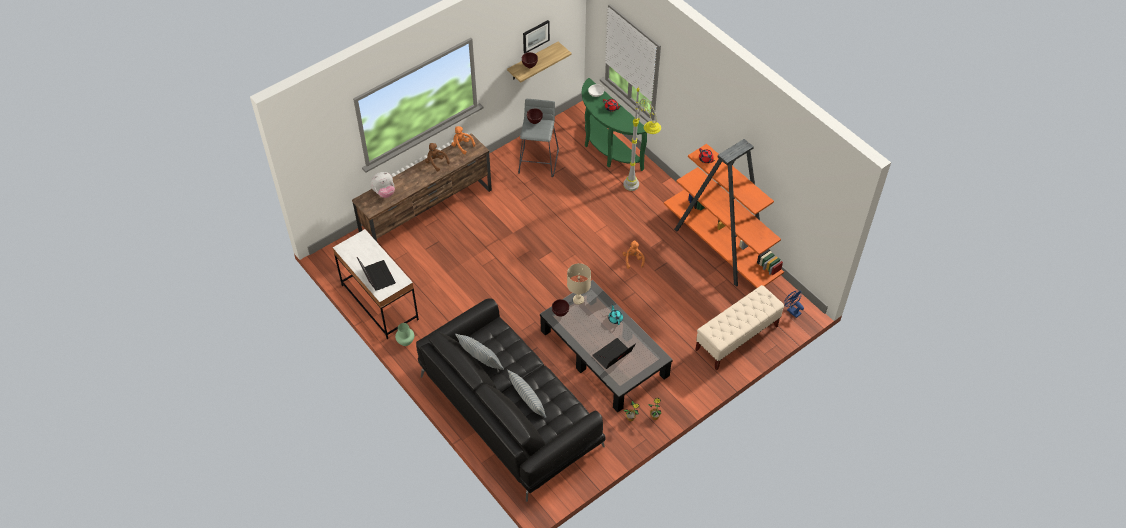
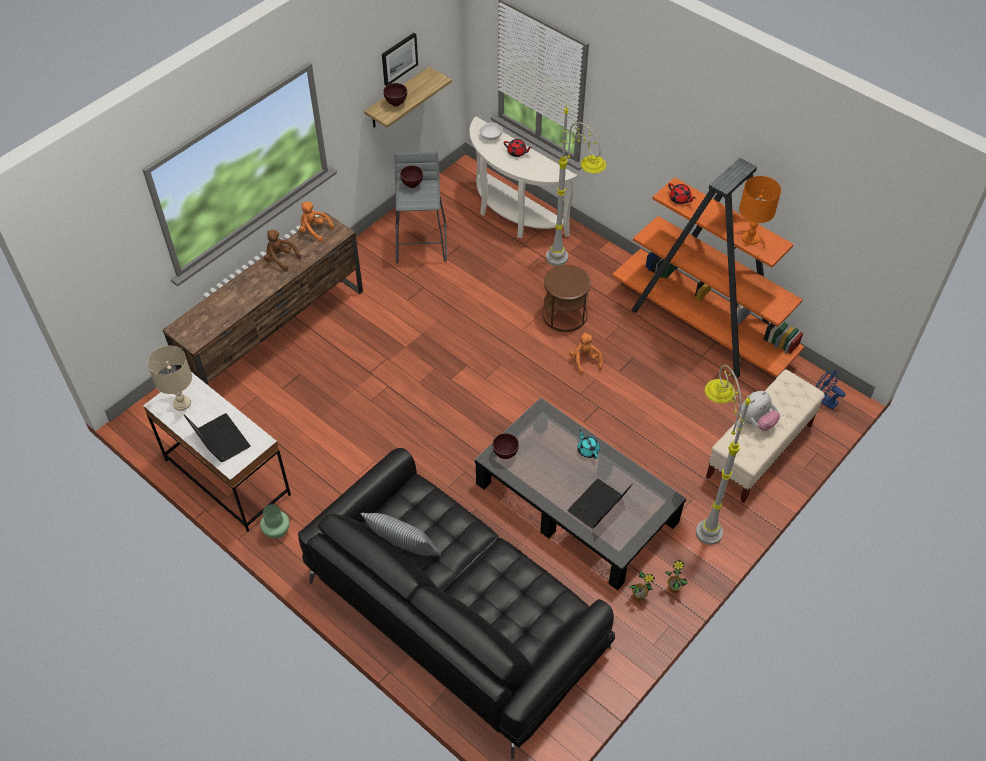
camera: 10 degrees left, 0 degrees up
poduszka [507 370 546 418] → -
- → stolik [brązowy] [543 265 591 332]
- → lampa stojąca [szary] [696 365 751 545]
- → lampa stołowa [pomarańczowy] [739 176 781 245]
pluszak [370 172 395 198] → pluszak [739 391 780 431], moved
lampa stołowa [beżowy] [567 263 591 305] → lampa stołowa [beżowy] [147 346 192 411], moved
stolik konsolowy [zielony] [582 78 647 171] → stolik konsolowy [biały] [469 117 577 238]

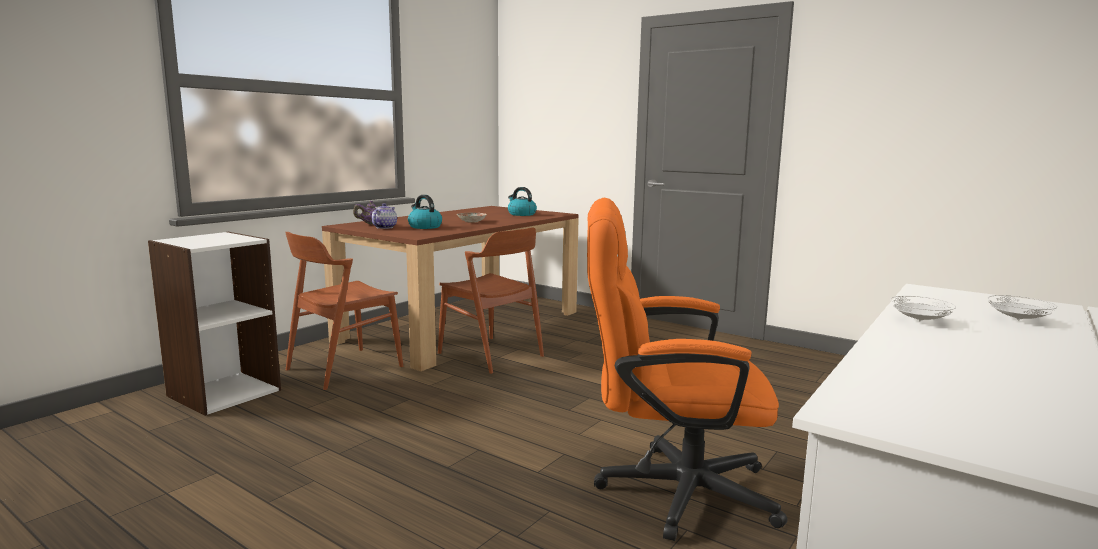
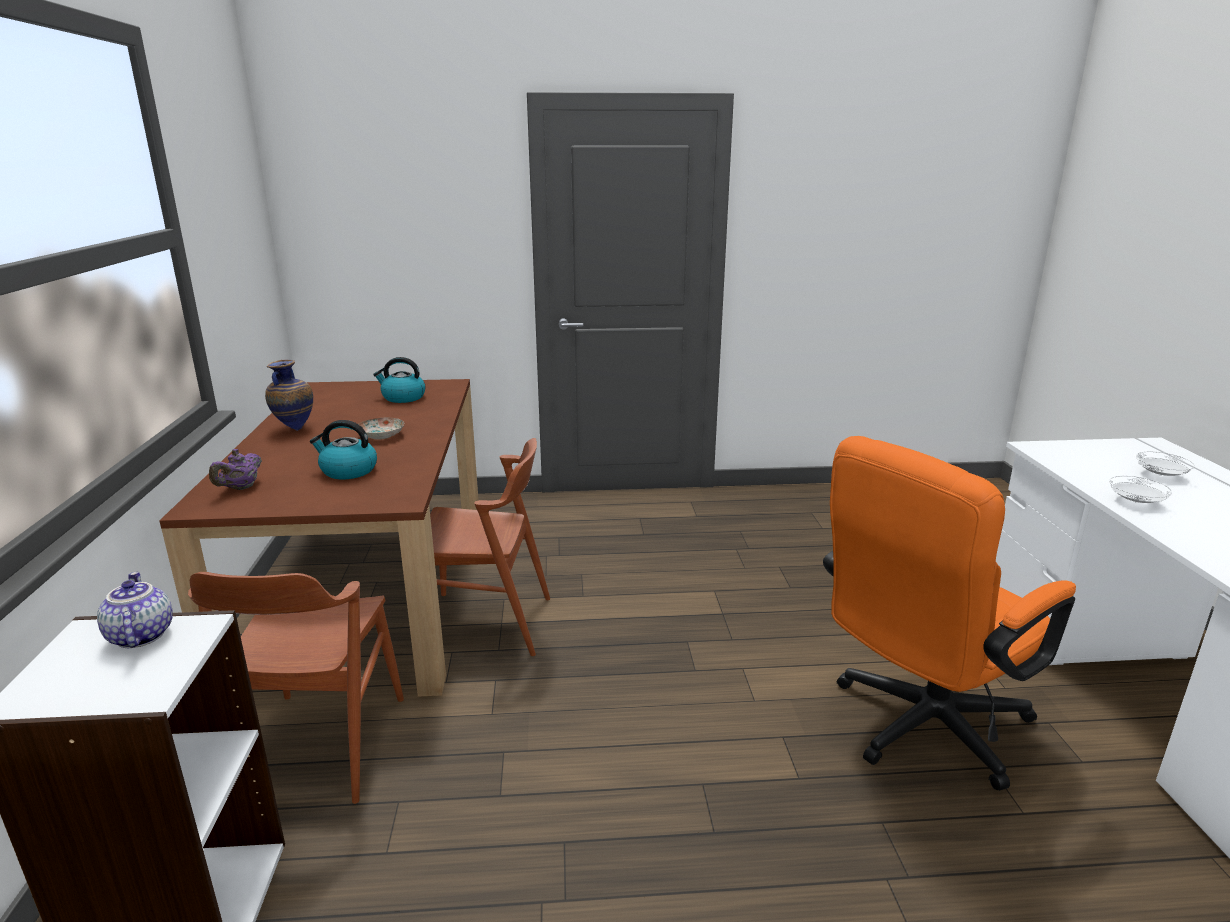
camera: 40 degrees left, 10 degrees up
- → wazon [265 360 313 431]
imbryk [372 203 397 229] → imbryk [97 572 173 648], moved

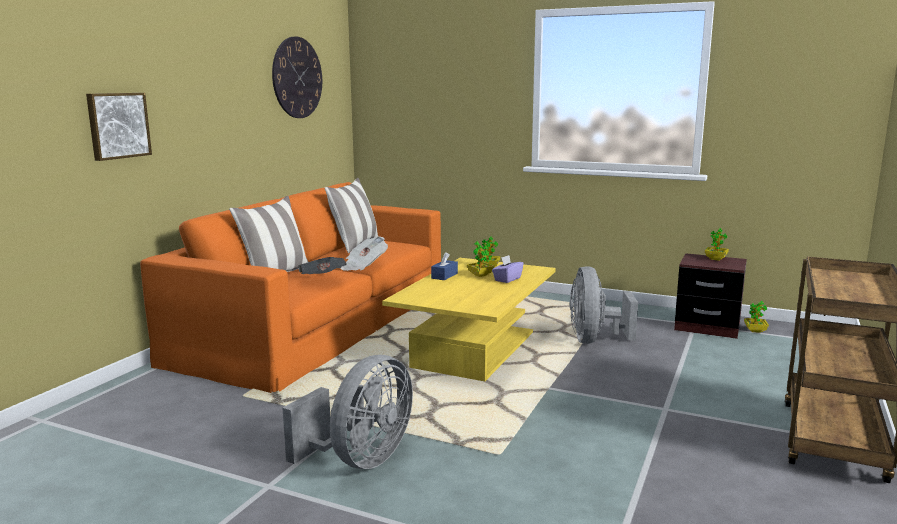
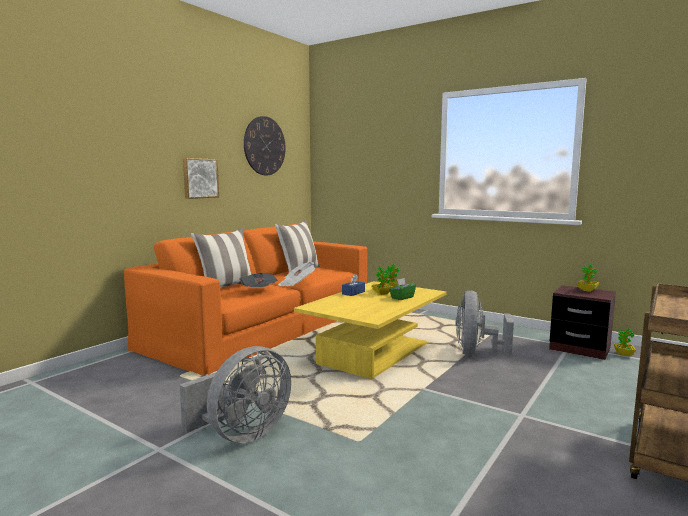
camera: 10 degrees right, 5 degrees down
obraz [86 93 152 161] → obraz [183 158 219 199], moved
pudełko chusteczek [fioletowy] [492 255 524 283] → pudełko chusteczek [zielony] [389 278 416 300]

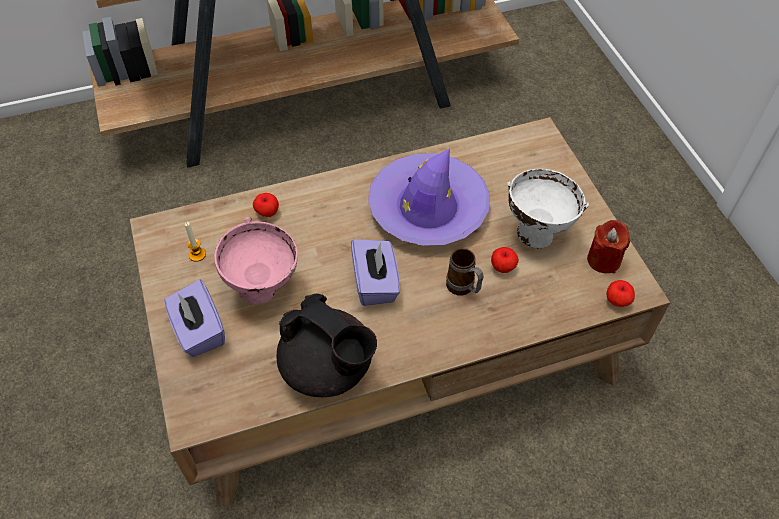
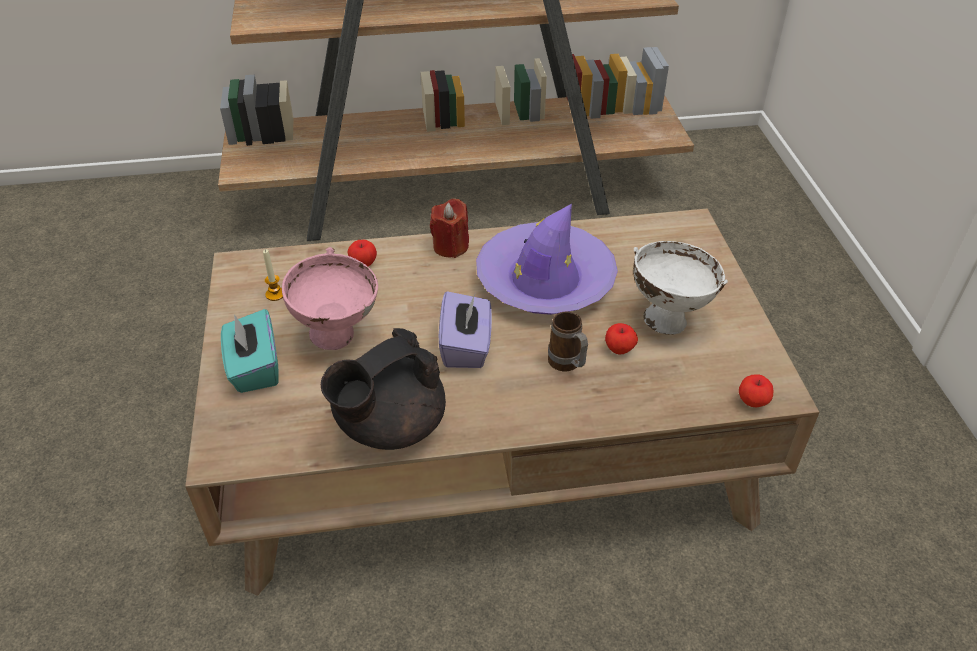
camera: 10 degrees right, 10 degrees down
świeca [czerwony] [587 220 630 274] → świeca [czerwony] [430 199 469 258], moved
pudełko chusteczek [fioletowy] [164 279 225 357] → pudełko chusteczek [turkusowy] [221 309 279 393]
imbryk [czarny] [276 294 377 397] → imbryk [czarny] [321 328 446 450], 90 degrees clockwise

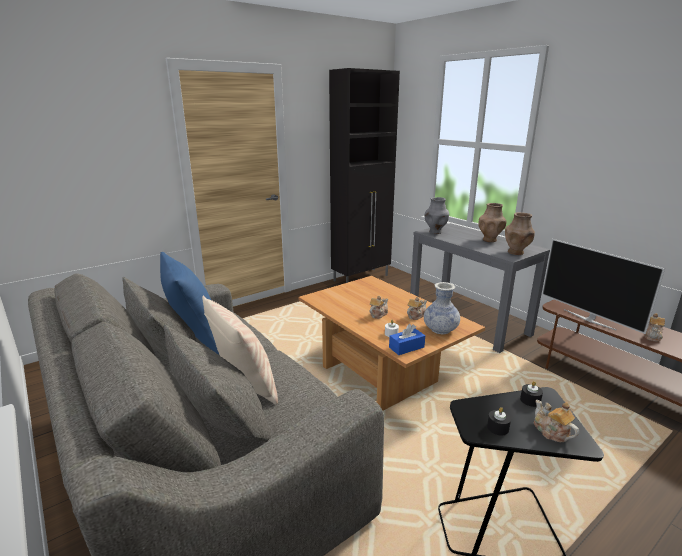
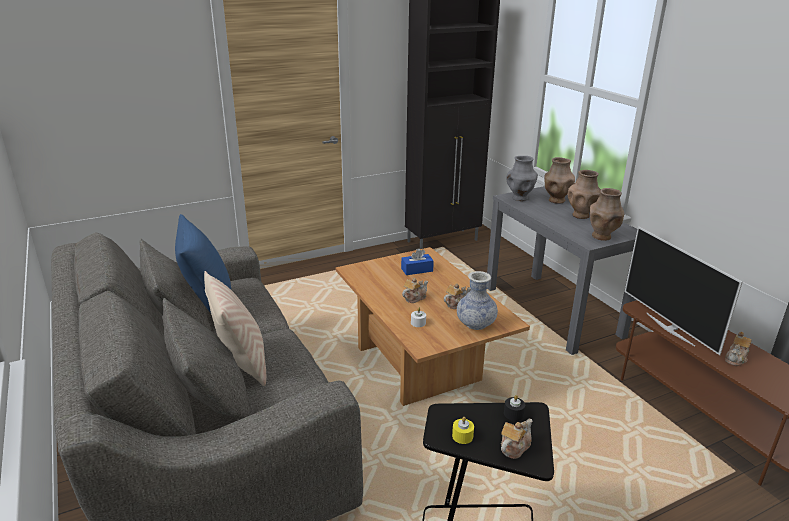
camera: 10 degrees right, 5 degrees up
- → wazon [brązowy] [544 157 575 204]
pudełko chusteczek [niebieski] [389 324 425 355] → pudełko chusteczek [niebieski] [401 248 434 275], moved
świeca [czarny] [487 407 511 435] → świeca [żółty] [452 417 474 444]
imbryk [534 400 579 442] → imbryk [501 419 532 459], 60 degrees clockwise

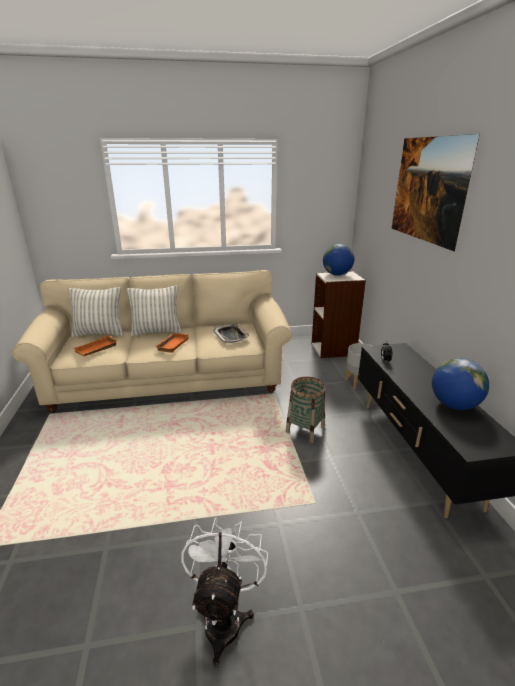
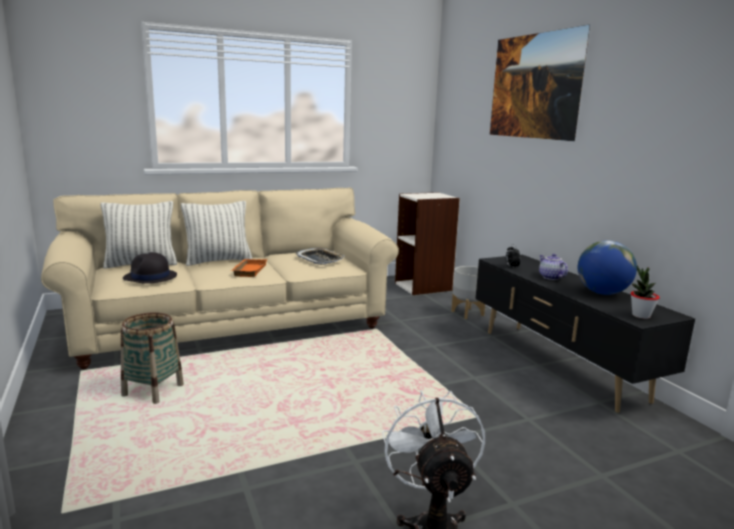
camera: 15 degrees left, 10 degrees down
globus [323 244 354 276] → -
- → imbryk [539 254 568 280]
- → roślina doniczkowa [631 265 660 319]
koszyk [286 377 325 443] → koszyk [121 313 184 404], moved
taca [pomarańczowy] [74 335 117 356] → kapelusz [czarny] [123 252 177 284]

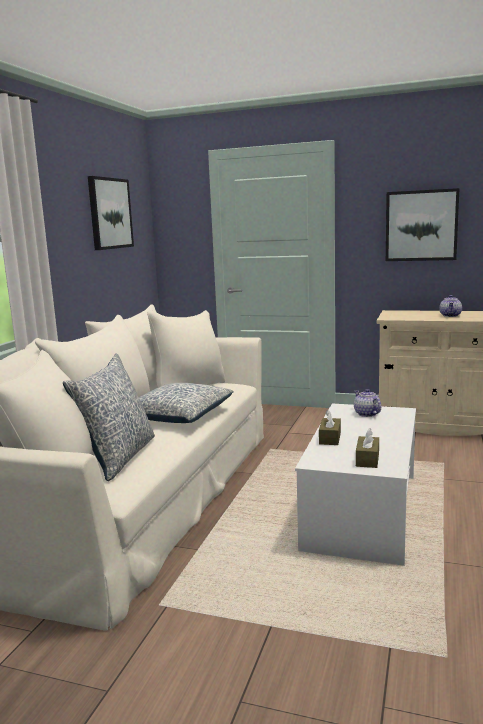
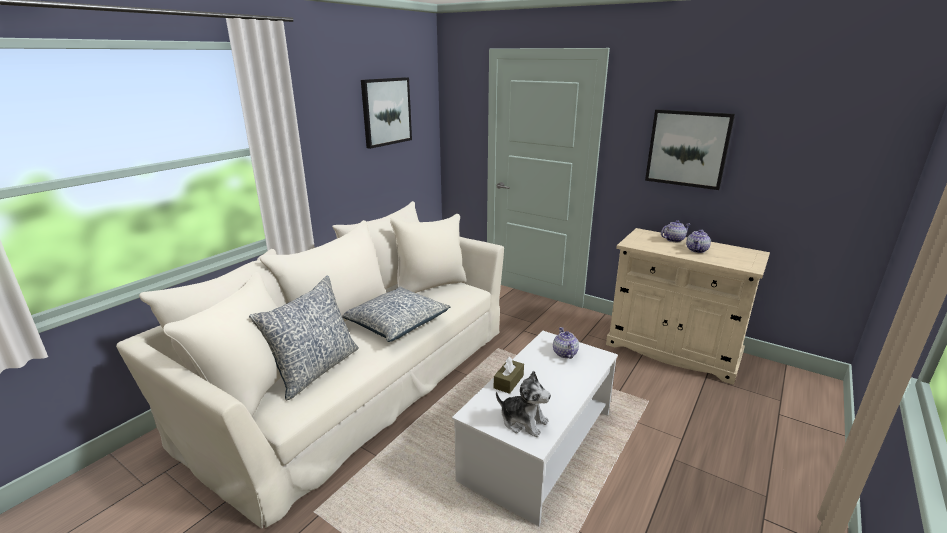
camera: 15 degrees right, 10 degrees up
- → imbryk [661 220 690 242]
pudełko chusteczek [brązowy] [356 428 379 468] → pluszak [496 371 551 437]

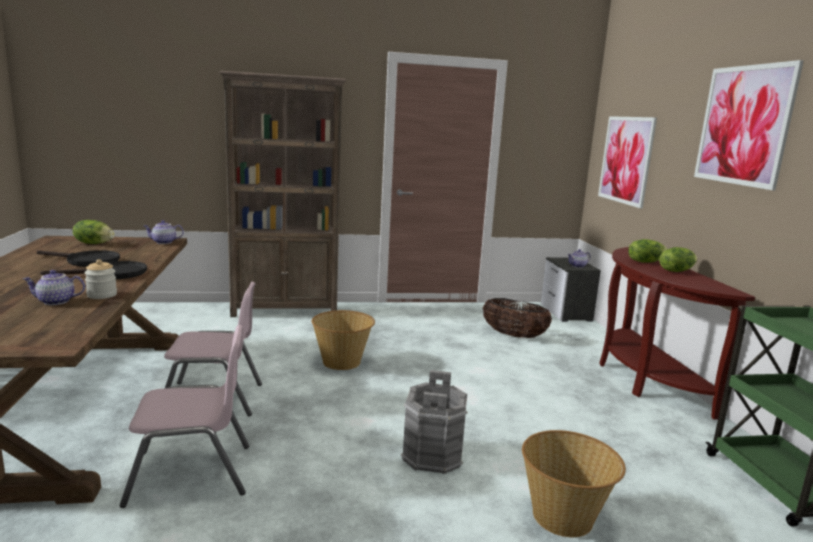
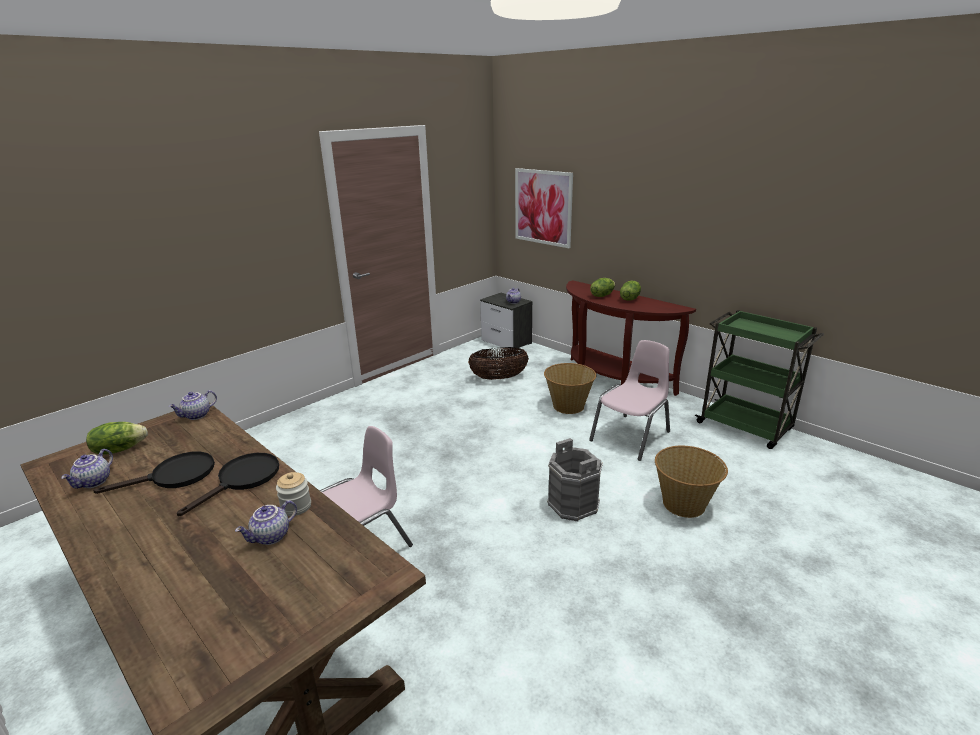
camera: 35 degrees left, 10 degrees up
regał [brązowy] [219 71 346 317] → -
obraz [694 60 804 190] → -
- → imbryk [61 449 113 489]
krzesło [różowy] [120 325 249 508] → krzesło [różowy] [589 340 670 461], moved
koszyk [312 310 375 370] → koszyk [544 363 596 414], moved

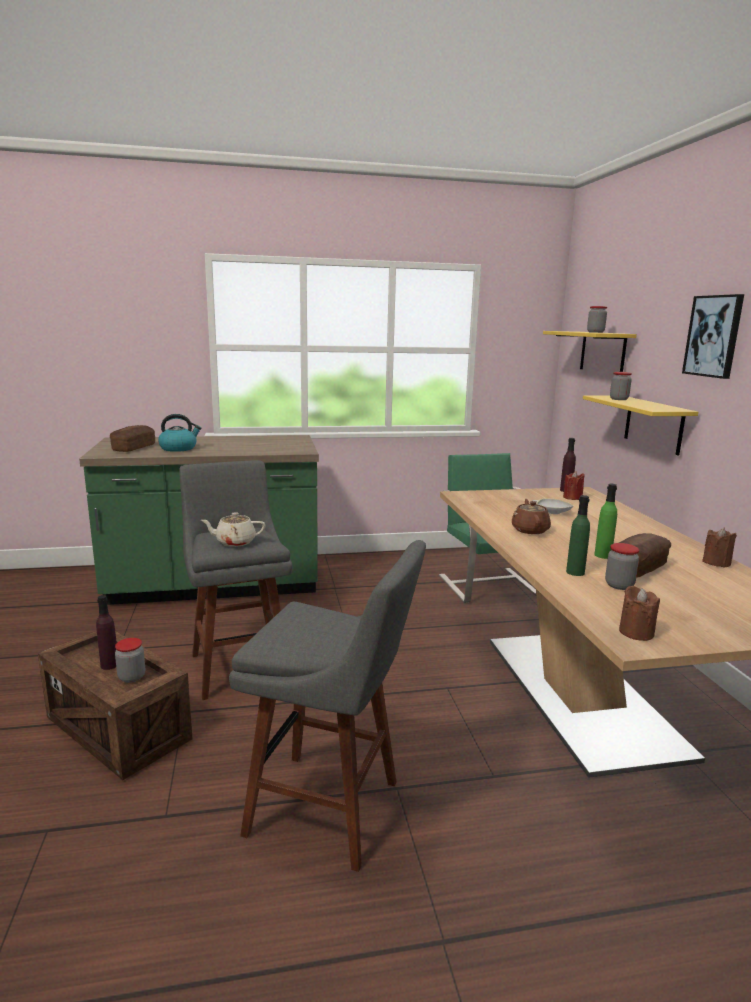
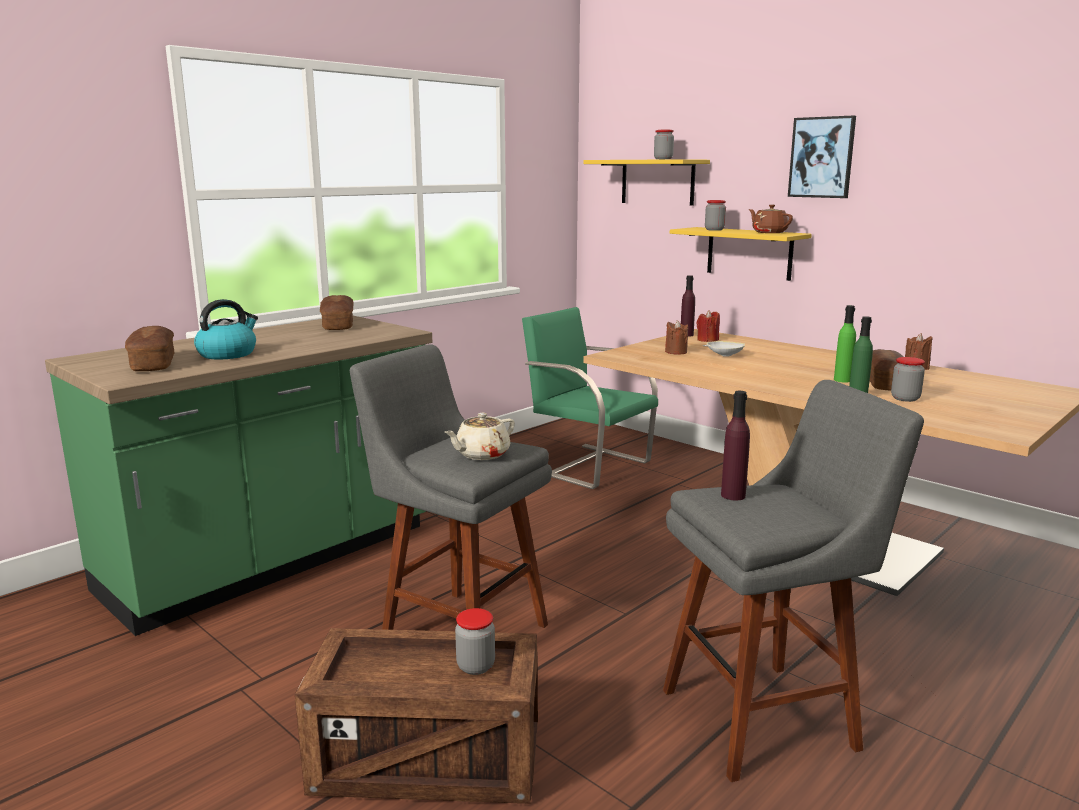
camera: 35 degrees left, 0 degrees up
- → chleb [320 295 354 330]
butelka [fioletowy] [96 595 117 670] → butelka [fioletowy] [721 391 750 500], moved
imbryk [brązowy] [512 499 551 534] → imbryk [brązowy] [749 205 793 233], moved
świeca [brązowy] [619 586 660 641] → świeca [brązowy] [665 320 688 355], moved

